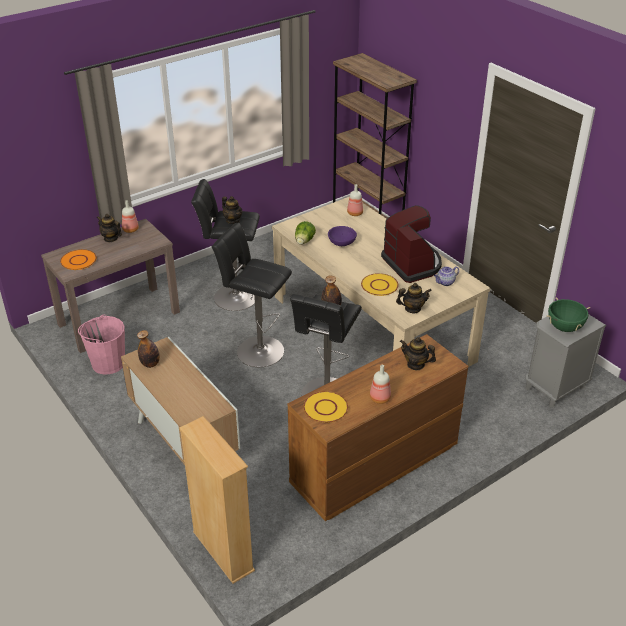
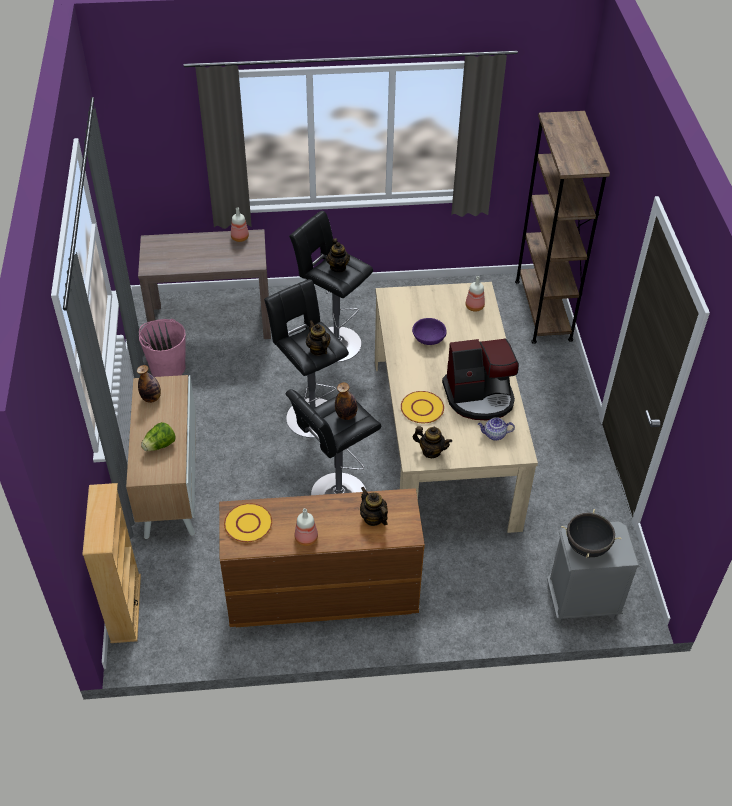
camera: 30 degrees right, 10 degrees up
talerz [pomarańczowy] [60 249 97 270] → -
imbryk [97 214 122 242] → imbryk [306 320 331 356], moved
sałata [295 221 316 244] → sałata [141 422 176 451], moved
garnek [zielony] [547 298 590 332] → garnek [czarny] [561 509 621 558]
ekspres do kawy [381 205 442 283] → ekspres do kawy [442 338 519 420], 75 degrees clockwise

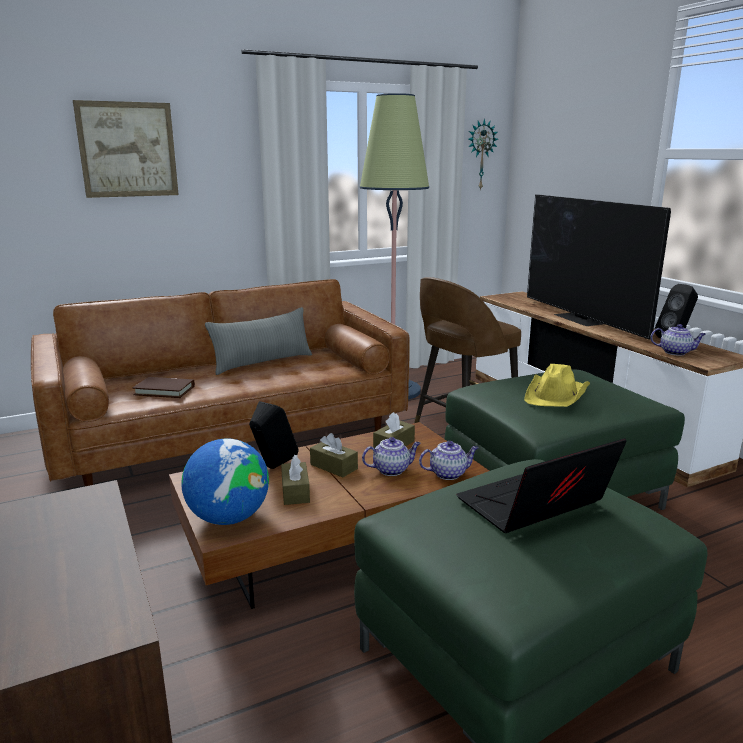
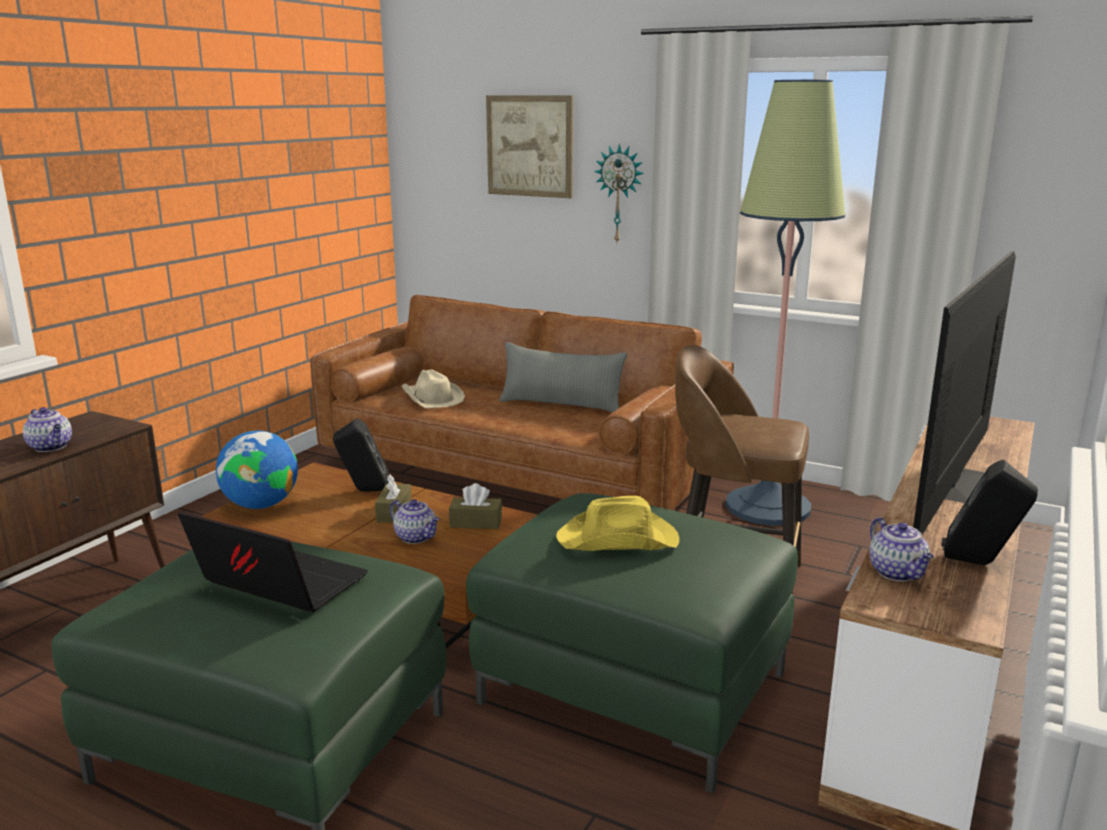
camera: 55 degrees right, 0 degrees up
pudełko chusteczek [brązowy] [281 455 310 505] → -
imbryk [419 441 479 480] → imbryk [23 407 72 452], moved
zegar ścienny [468 119 499 191] → zegar ścienny [594 144 644 242], moved
książka [brązowy] [133 377 195 398] → kapelusz [beżowy] [402 369 465 408]

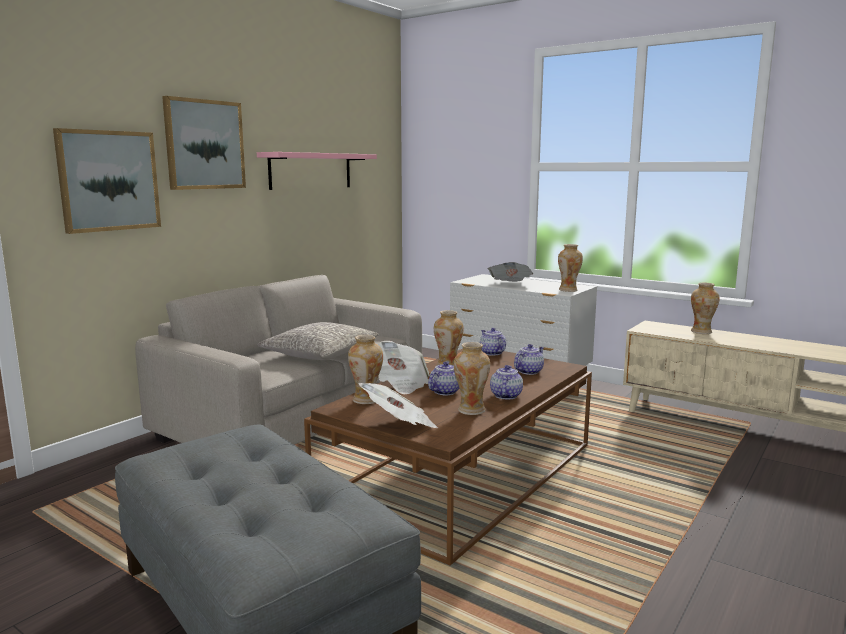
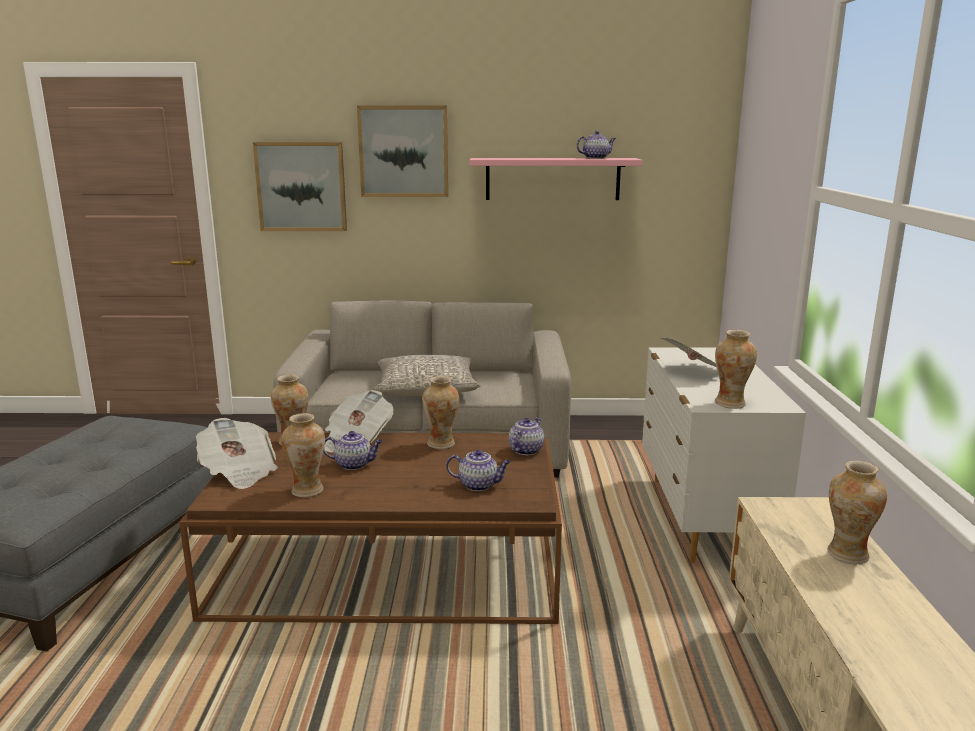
camera: 55 degrees right, 5 degrees up
imbryk [490 365 523 399] → imbryk [576 131 616 159], moved

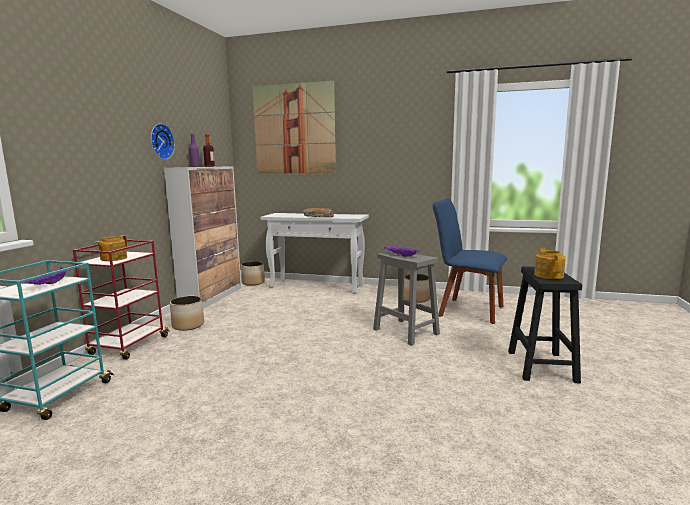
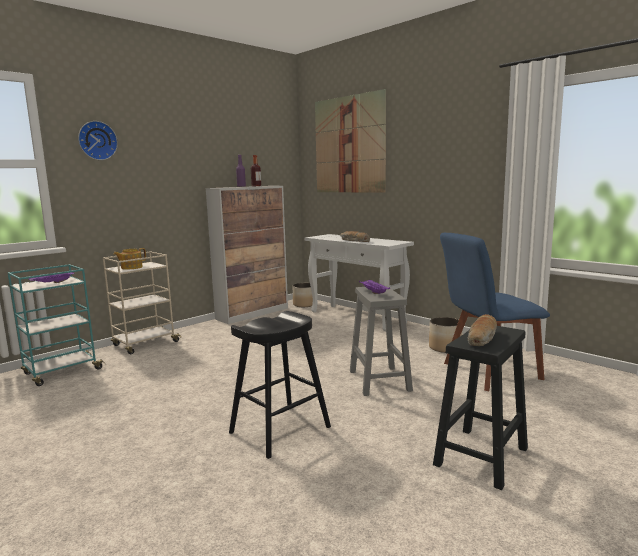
camera: 30 degrees right, 0 degrees up
donica [170 296 204 331] → -
- → stołek [czarny] [229 311 331 459]
zegar ścienny [151 123 175 160] → zegar ścienny [78 121 118 160], moved
imbryk [534 248 566 279] → chleb [467 314 497 346]
wózek [czerwony] [73 240 170 360] → wózek [beżowy] [103 251 182 354]
krzesło [niebieski] [432 199 507 324] → krzesło [niebieski] [440 233 550 391], 75 degrees counterclockwise

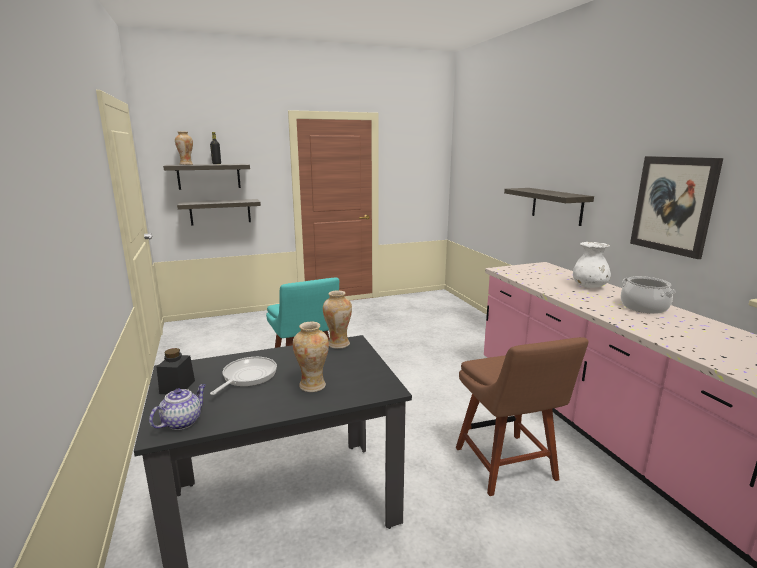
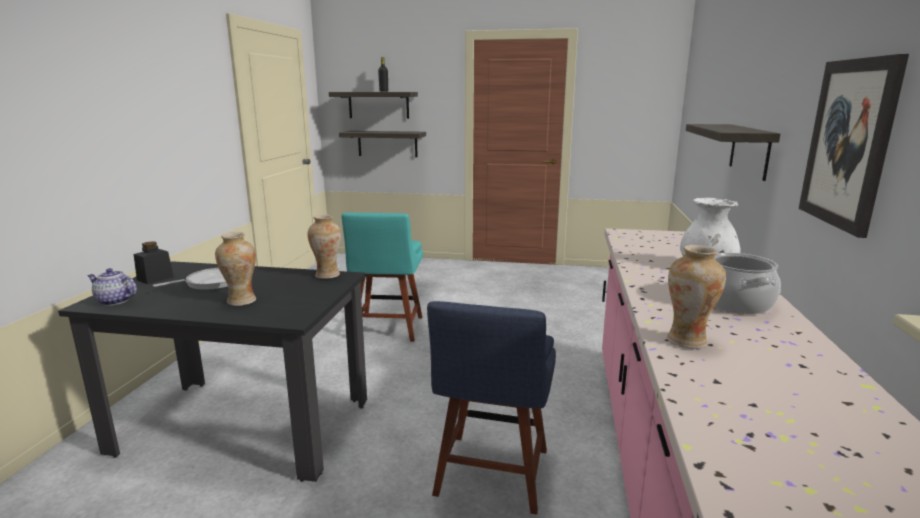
camera: 30 degrees right, 0 degrees up
wazon [175 132 193 165] → wazon [667 245 726 349], moved
krzesło [brązowy] [456 337 588 496] → krzesło [niebieski] [427 301 556 515]
imbryk [149 384 206 430] → imbryk [87 268 137 306], 135 degrees counterclockwise

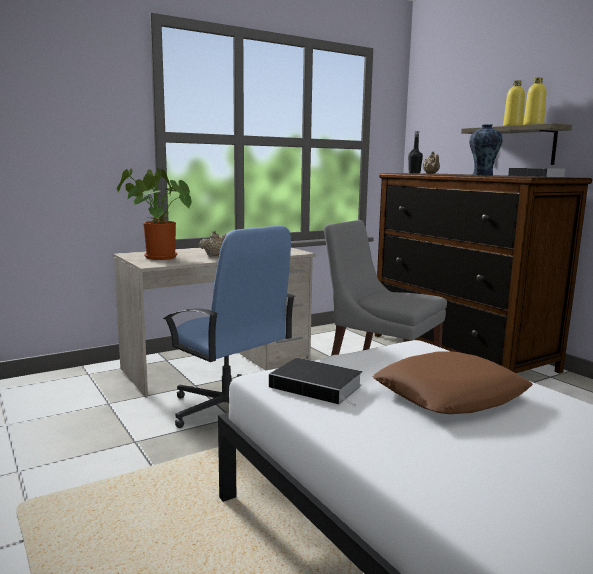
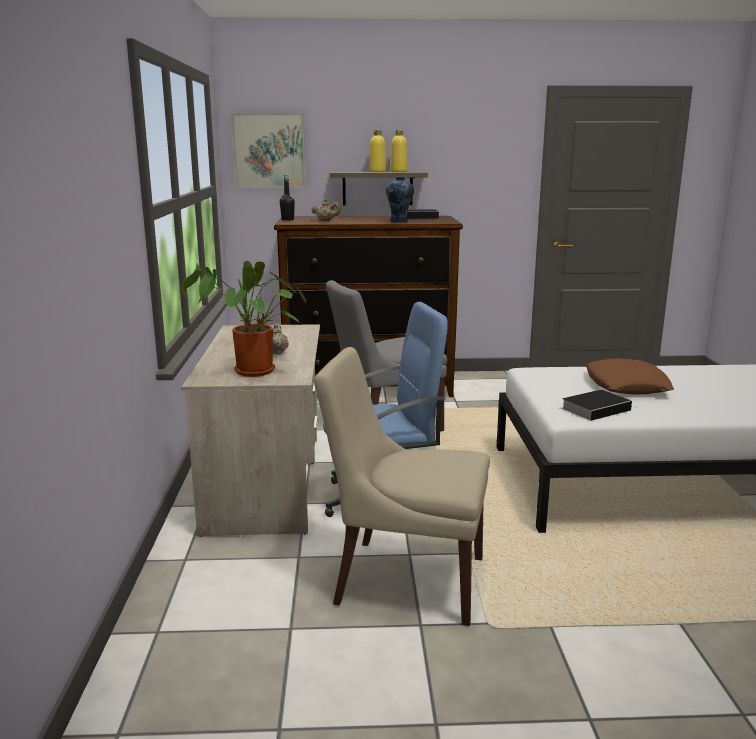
camera: 60 degrees left, 5 degrees up
- → obraz [231 113 306 187]
- → krzesło [beżowy] [314 347 490 626]

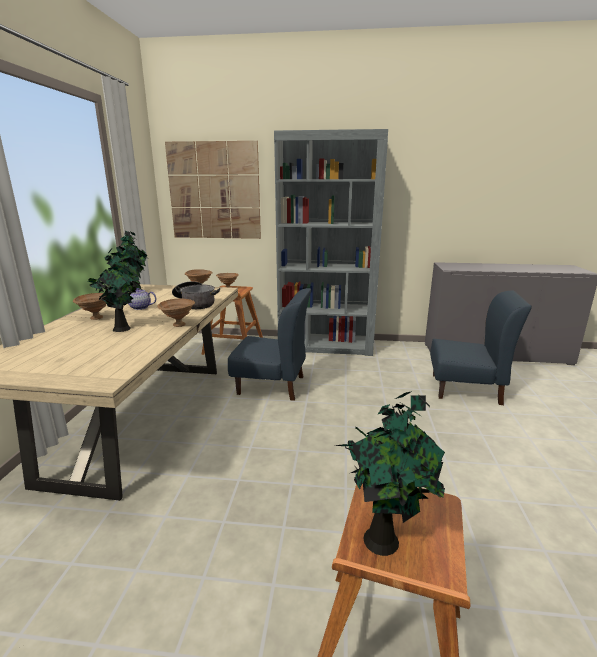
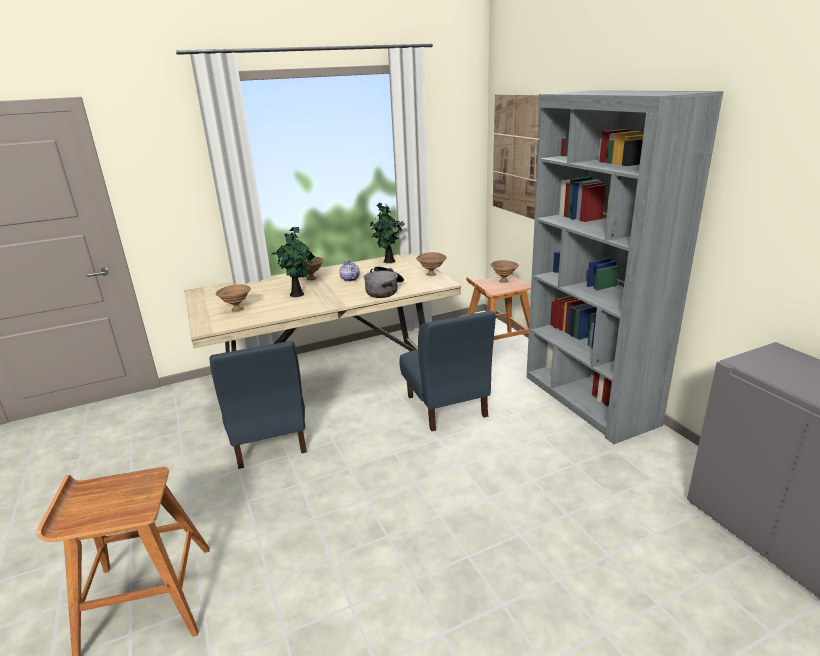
camera: 60 degrees right, 5 degrees up
roślina doniczkowa [335 391 445 556] → -
miska [brązowy] [157 299 195 327] → miska [brązowy] [215 284 251 312], moved
krzesło [niebieski] [430 291 532 405] → krzesło [niebieski] [210 341 307 469], moved

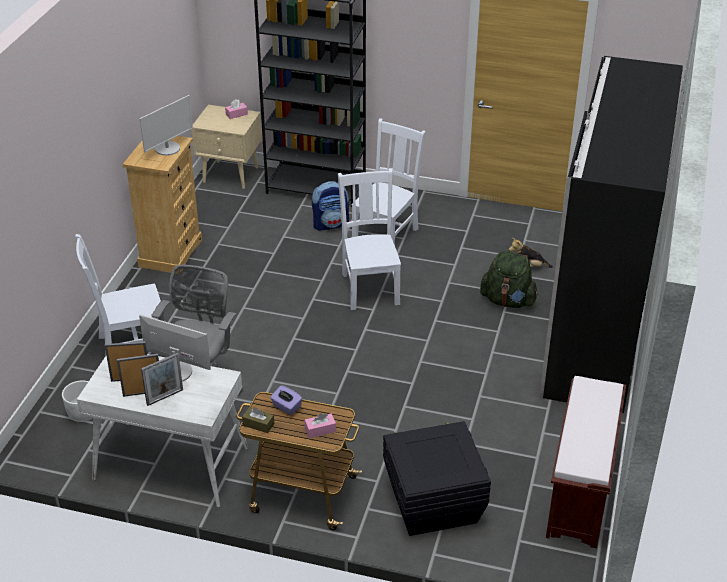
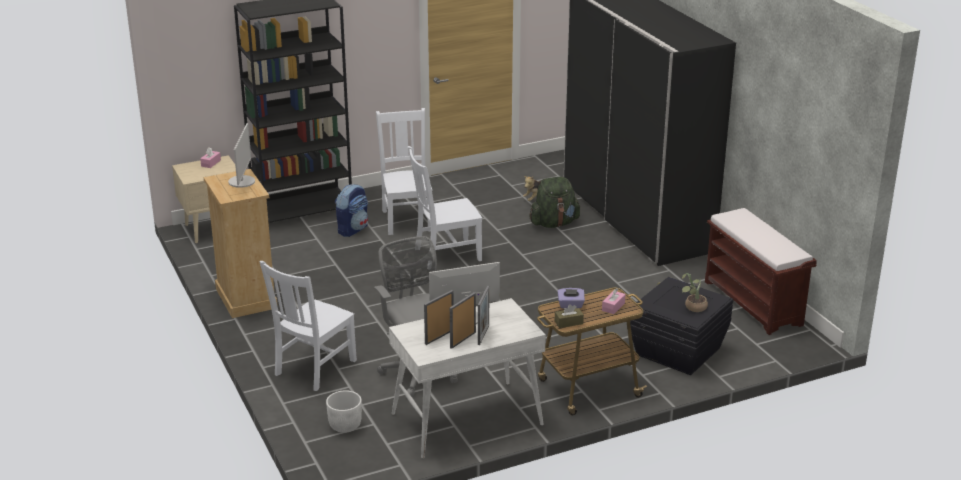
camera: 40 degrees left, 10 degrees down
- → roślina doniczkowa [682 273 708 312]
krzesło [biały] [338 168 401 310] → krzesło [biały] [408 146 482 261], 60 degrees counterclockwise

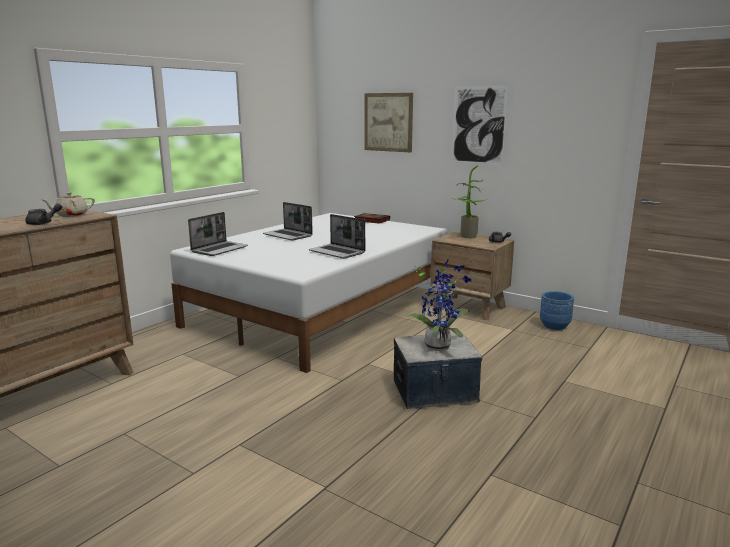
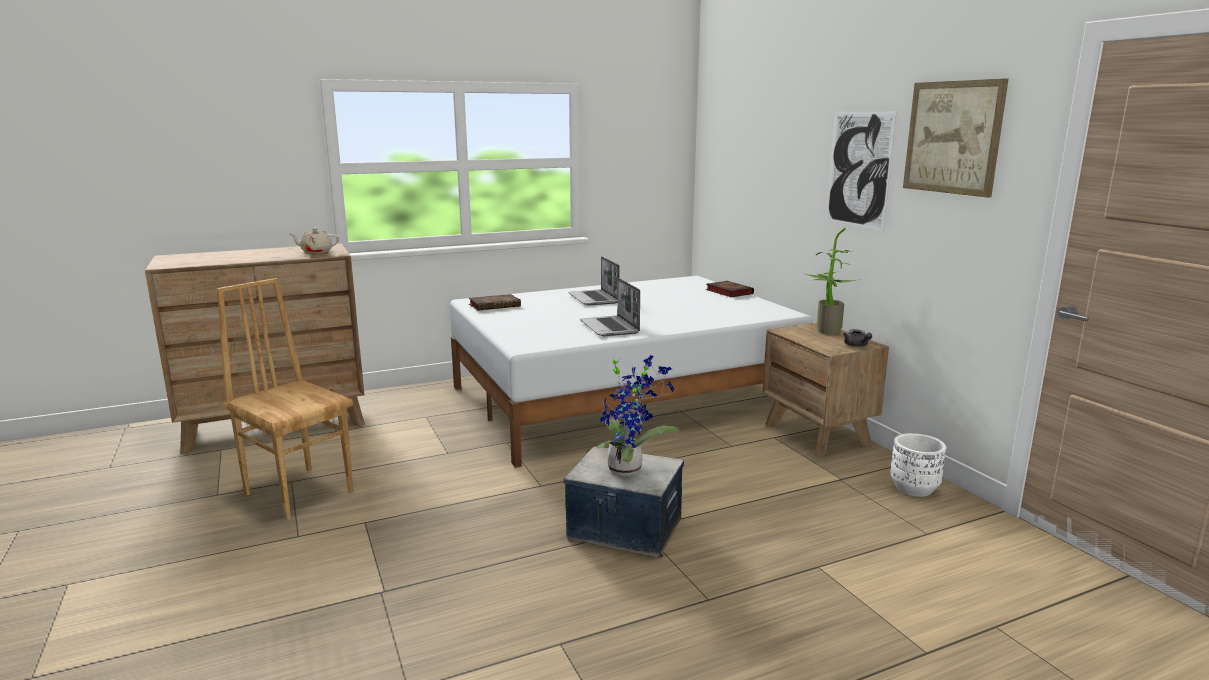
camera: 30 degrees right, 0 degrees up
imbryk [szary] [25 203 62 225] → -
- → krzesło [brązowy] [217 278 354 520]
obraz [364 93 413 152] → obraz [903 79 1009 198], moved
laptop [188 212 248 256] → książka [469 294 521 311]
donica [niebieski] [540 291 574 330] → donica [biały] [890 433 946 497]

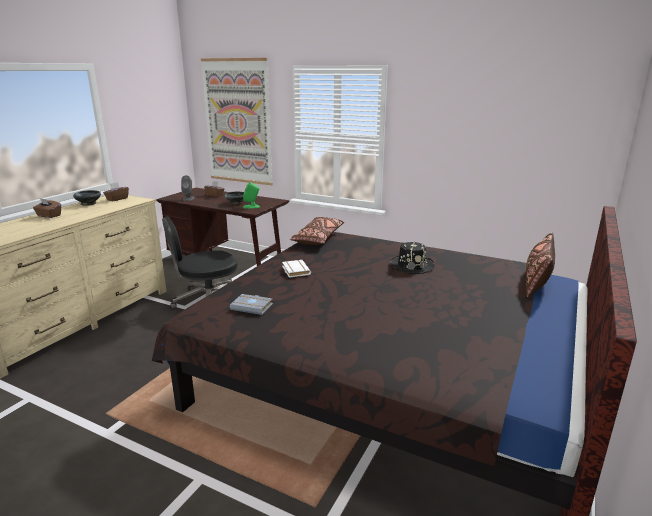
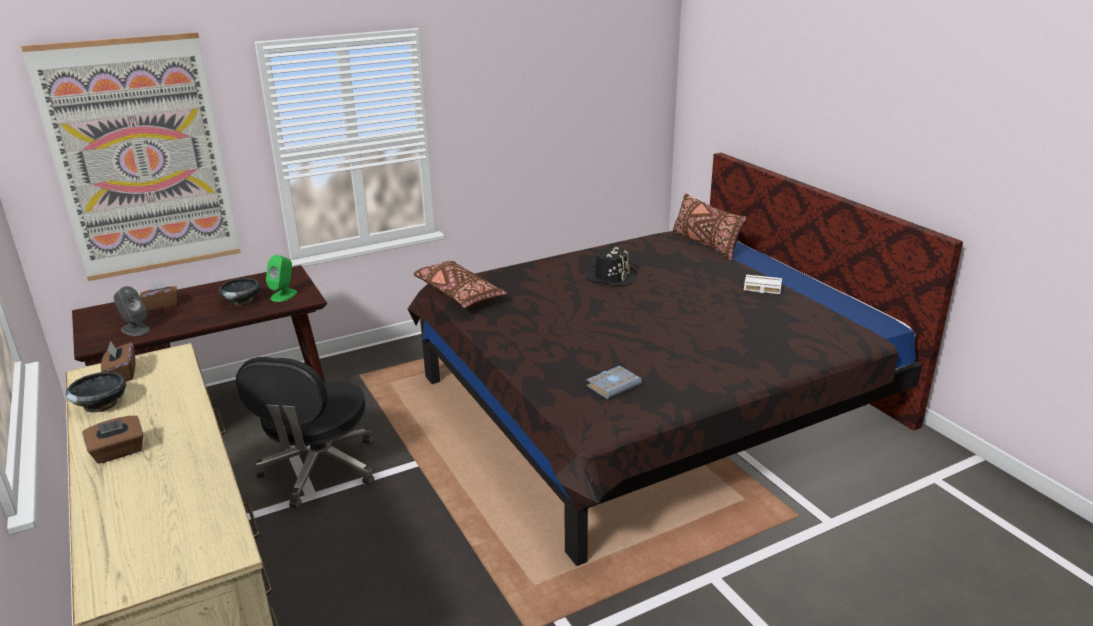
camera: 55 degrees left, 5 degrees up
książka [biały] [282 260 311 278] → książka [biały] [744 275 782 294], moved

